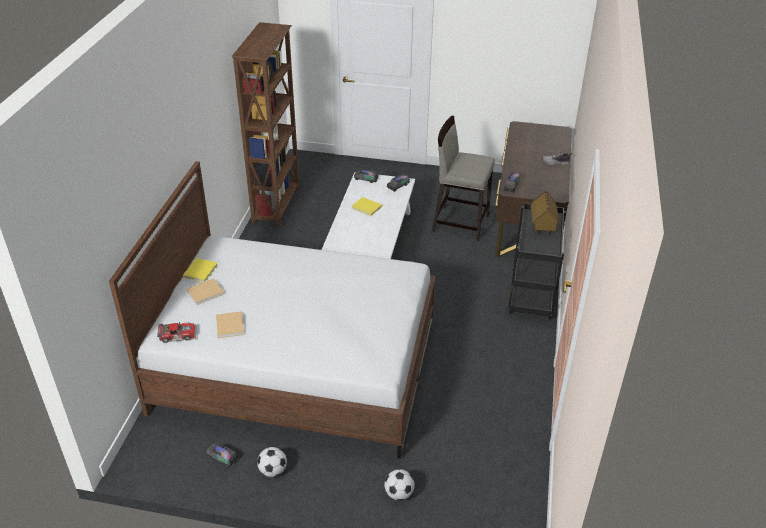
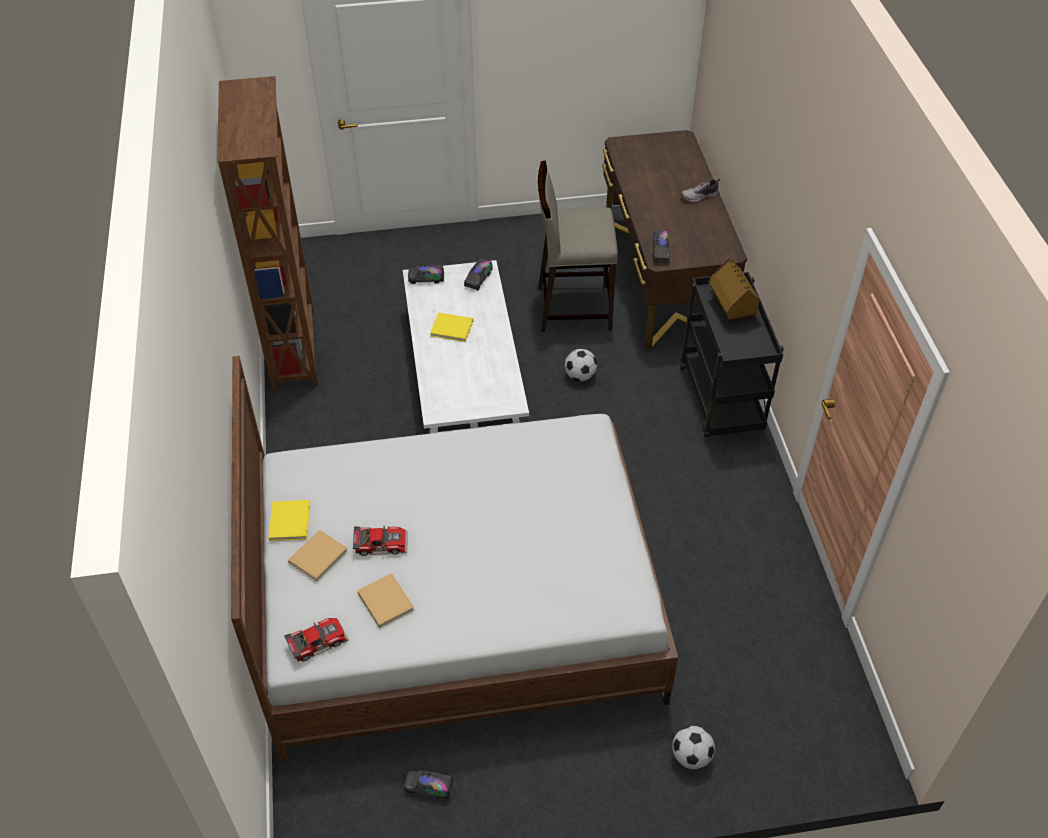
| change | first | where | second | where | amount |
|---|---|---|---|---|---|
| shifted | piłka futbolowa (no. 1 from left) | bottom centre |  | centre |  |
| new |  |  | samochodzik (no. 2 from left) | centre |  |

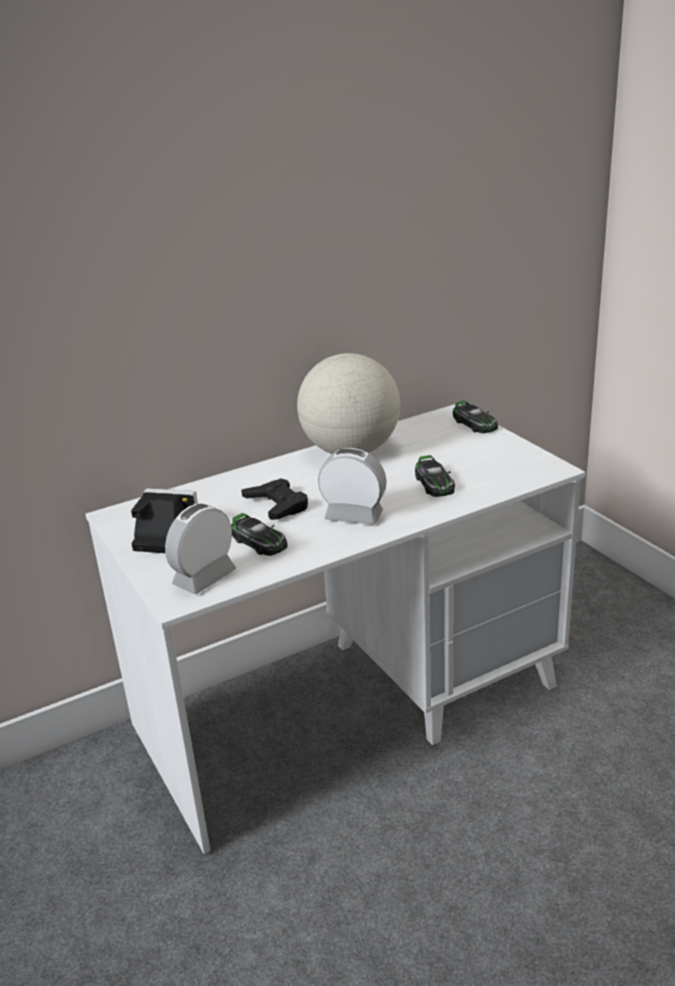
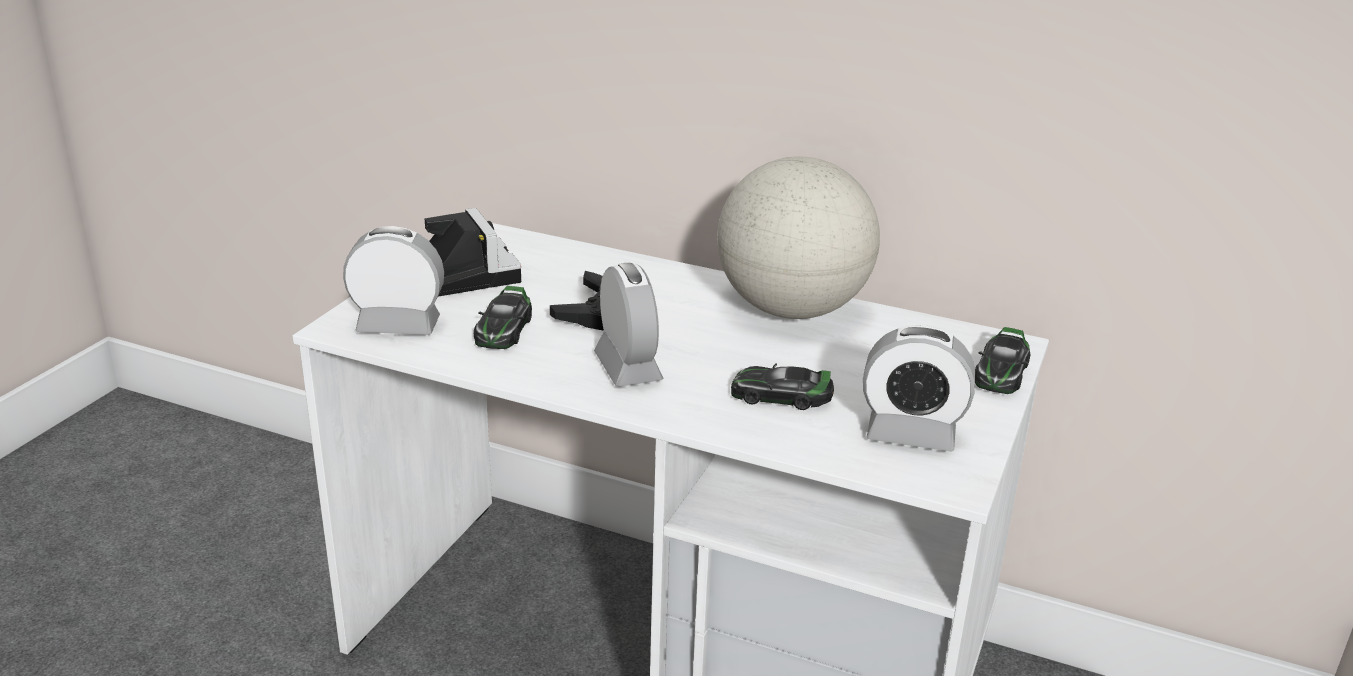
| change | first | where | second | where | amount |
|---|---|---|---|---|---|
| rotated | samochodzik (no. 2 from left) | centre |  | centre | 60 degrees clockwise |
| new |  |  | budzik (no. 3 from left) | middle right |  |

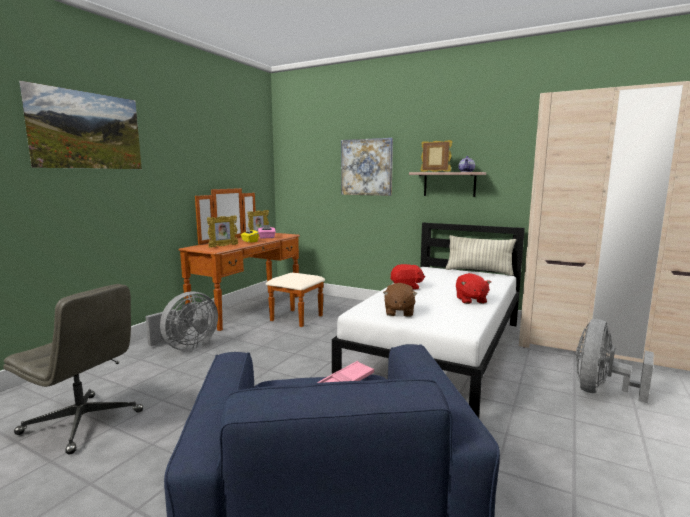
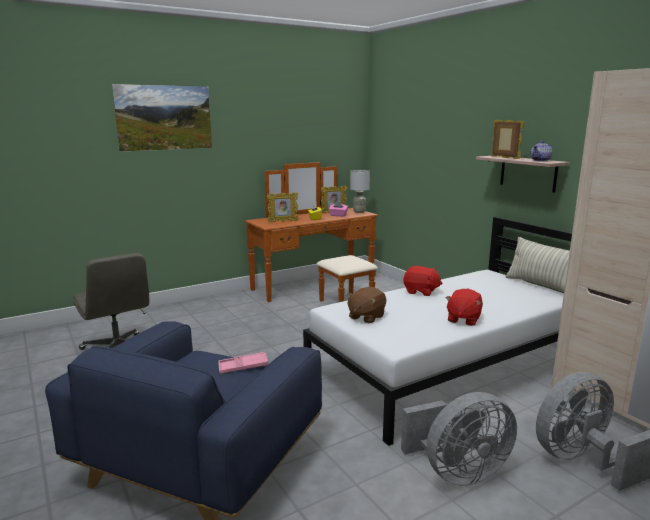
| change | first | where | second | where | amount |
|---|---|---|---|---|---|
| shifted | wentylator [szary] (no. 1 from left) | middle left |  | bottom right |  |
| gone | obraz (no. 2 from left) | top centre |  |  |  |
| new |  |  | lampa stołowa [szary] | centre |  |

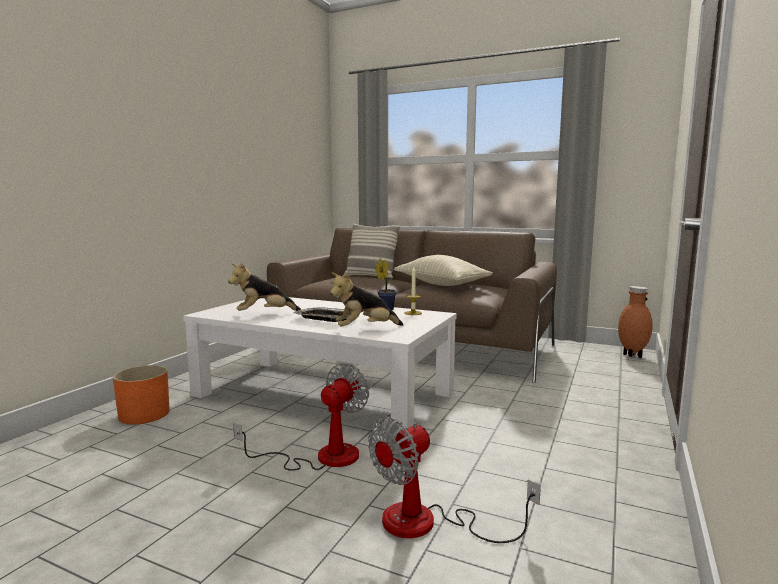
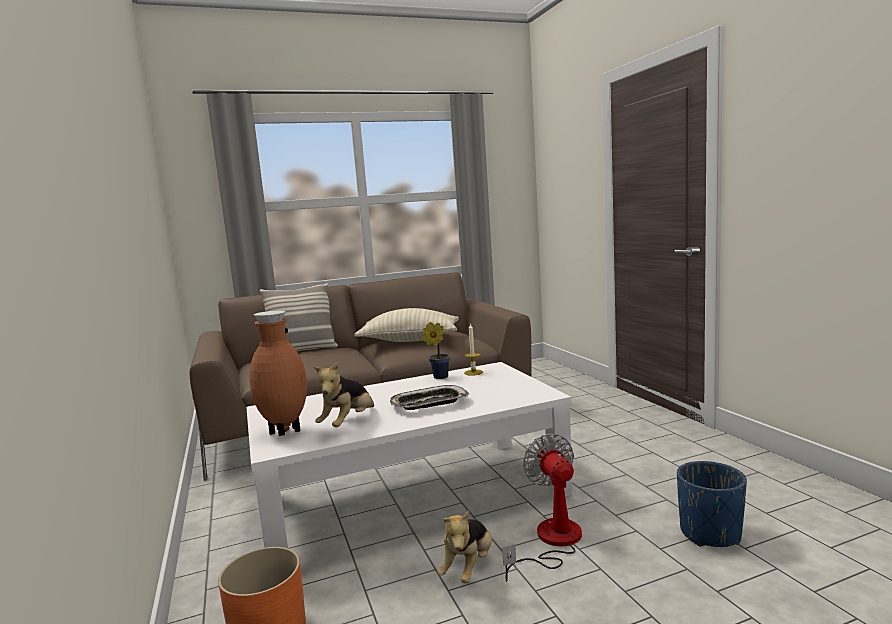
| change | first | where | second | where | amount |
|---|---|---|---|---|---|
| shifted | pluszak (no. 2 from left) | centre |  | bottom centre |  |
| swapped | wentylator (no. 2 from left) | bottom centre | donica [niebieski] | bottom right |  |
| shifted | wazon [brązowy] | middle right |  | middle left |  |

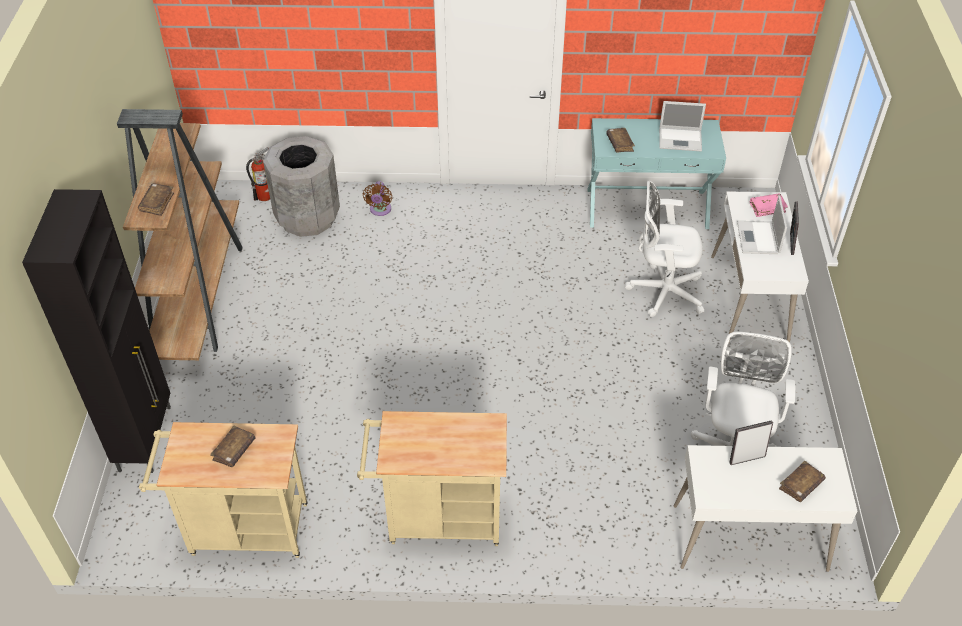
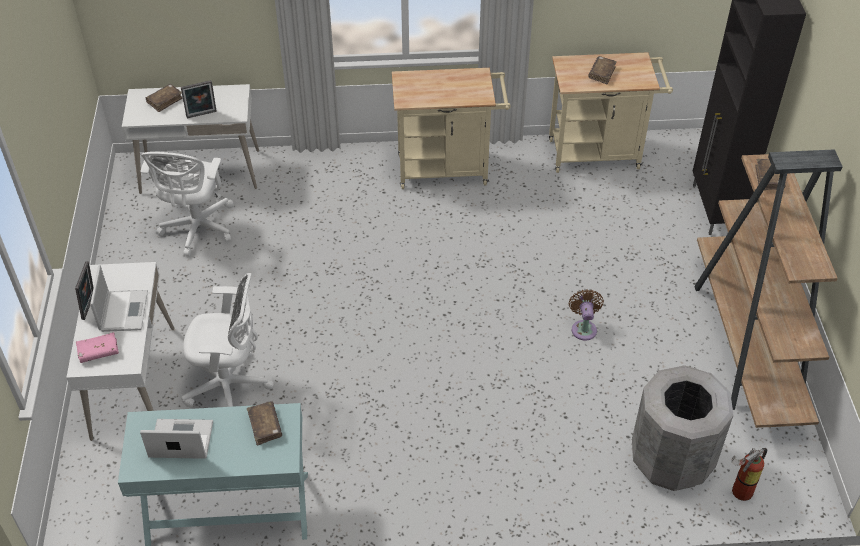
| change | first | where | second | where | amount |
|---|---|---|---|---|---|
| shifted | wentylator [brązowy] | top centre |  | middle right |  |

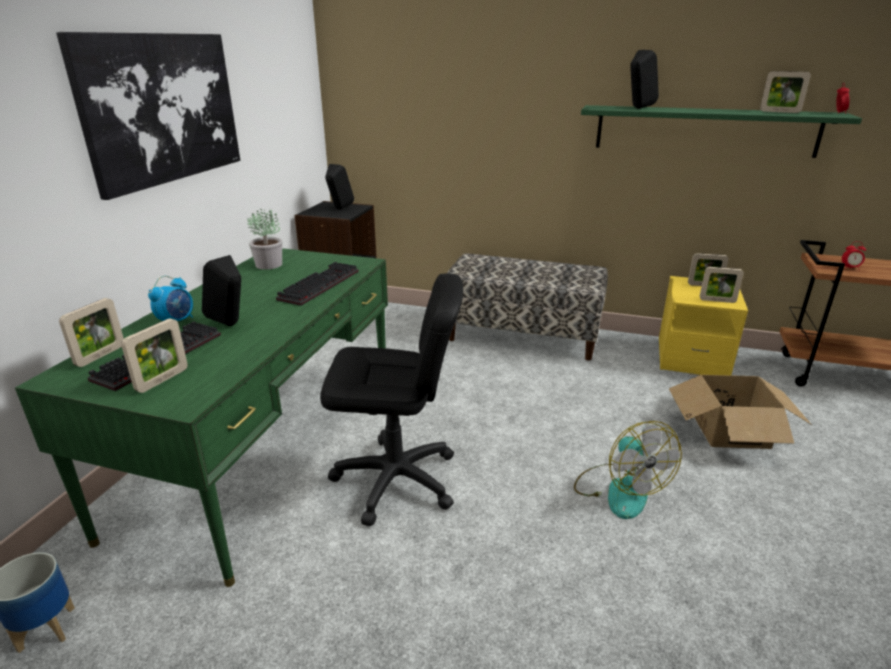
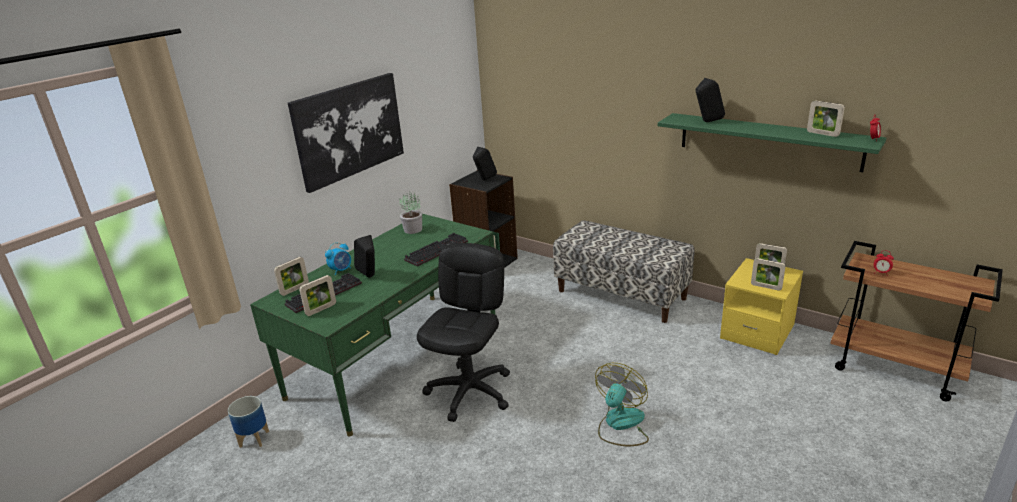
| change | first | where | second | where | amount |
|---|---|---|---|---|---|
| rotated | krzesło biurowe [czarny] | centre |  | centre | 90 degrees counterclockwise |
| rotated | wentylator | bottom right |  | bottom centre | 150 degrees counterclockwise |
| gone | karton | middle right |  |  |  |

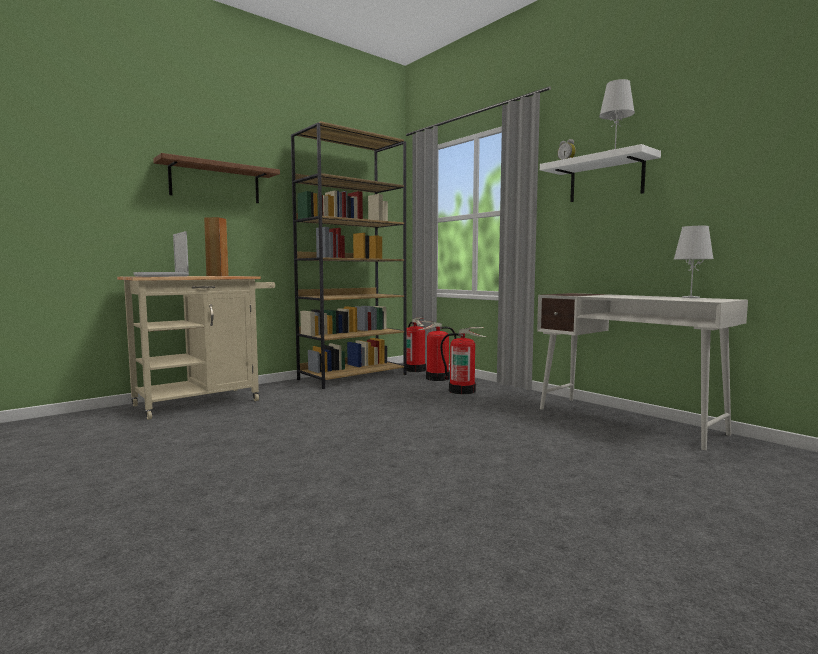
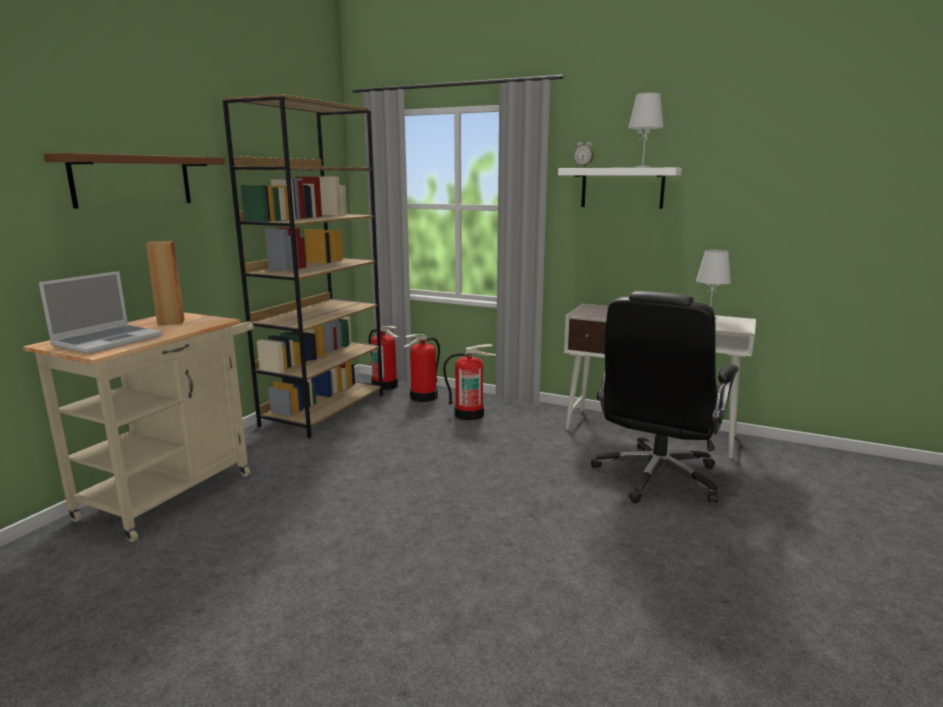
| change | first | where | second | where | amount |
|---|---|---|---|---|---|
| rotated | laptop | middle left |  | middle left | 90 degrees counterclockwise |
| new |  |  | krzesło biurowe [czarny] | middle right |  |

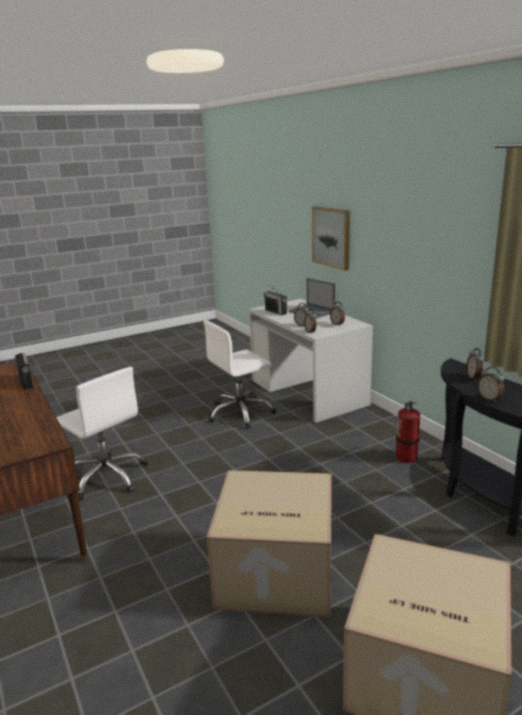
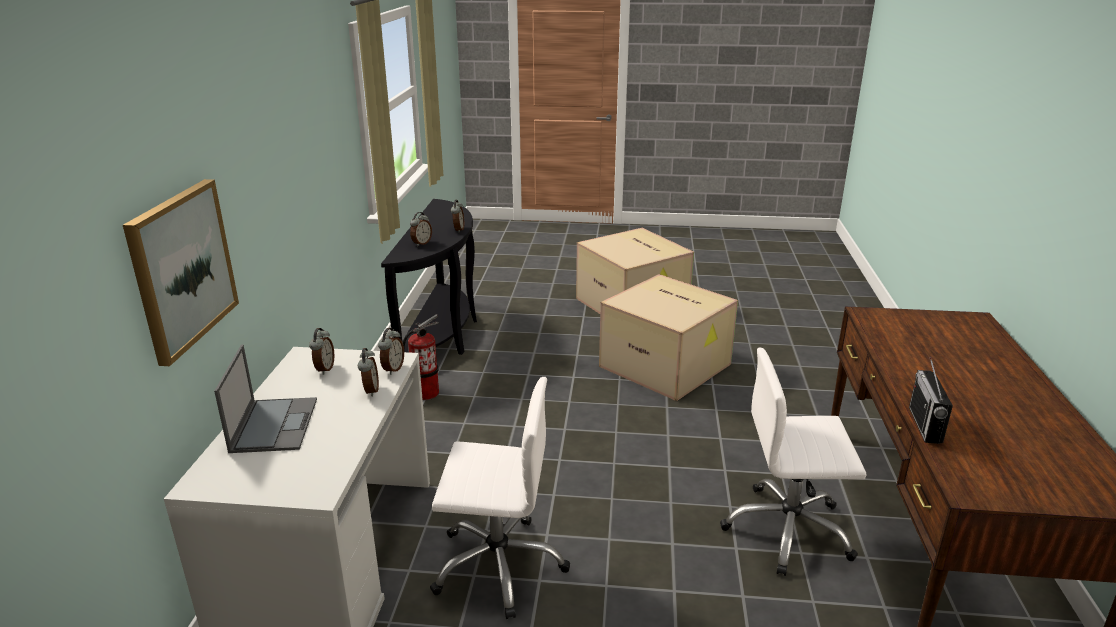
| change | first | where | second | where | amount |
|---|---|---|---|---|---|
| rotated | krzesło biurowe [biały] (no. 1 from left in the first image) | middle left | krzesło biurowe [biały] (no. 2 from left) | bottom right | 75 degrees counterclockwise |
| gone | radio (no. 2 from left) | centre |  |  |  |

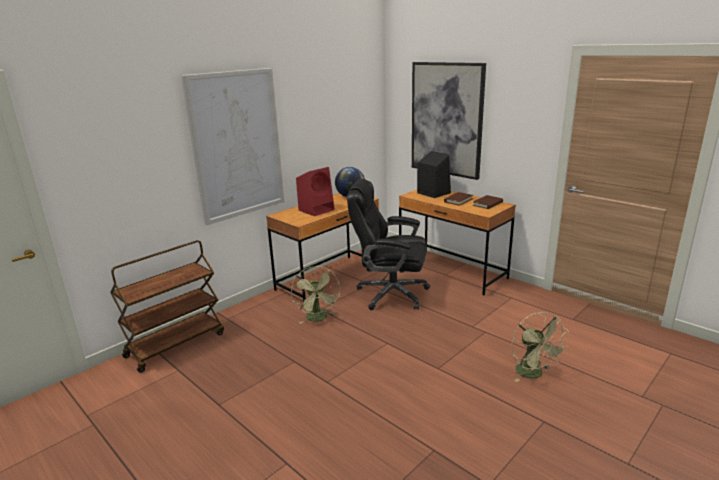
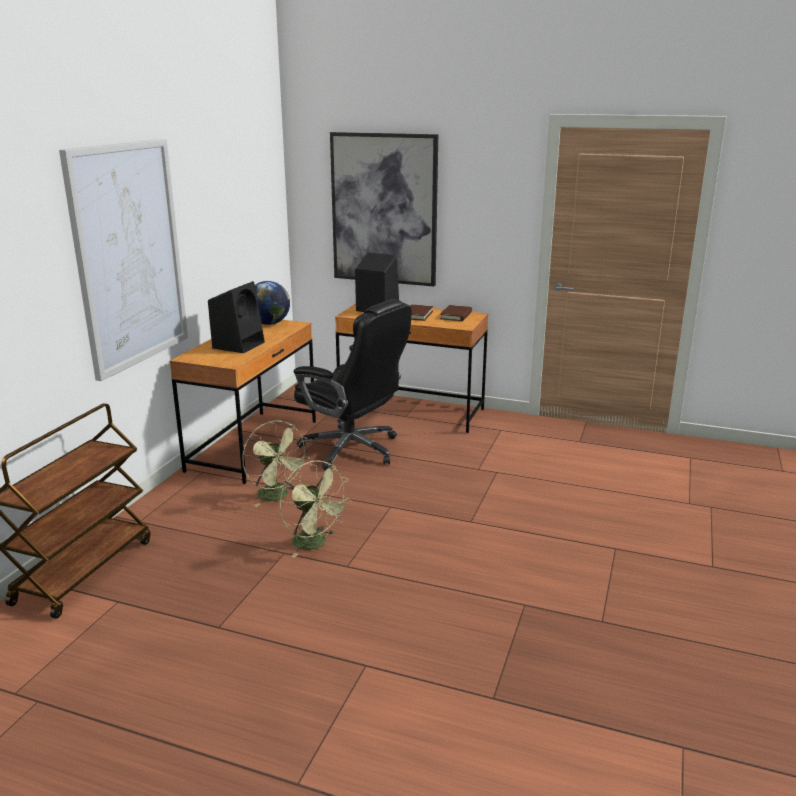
| change | first | where | second | where | amount |
|---|---|---|---|---|---|
| repainted | głośnik [czerwony] | centre | głośnik [czarny] (no. 1 from left) | middle left |  |
| rotated | krzesło biurowe [czarny] | centre |  | centre | 135 degrees counterclockwise |
| shifted | wentylator [zielony] (no. 2 from left) | bottom right |  | centre |  |

